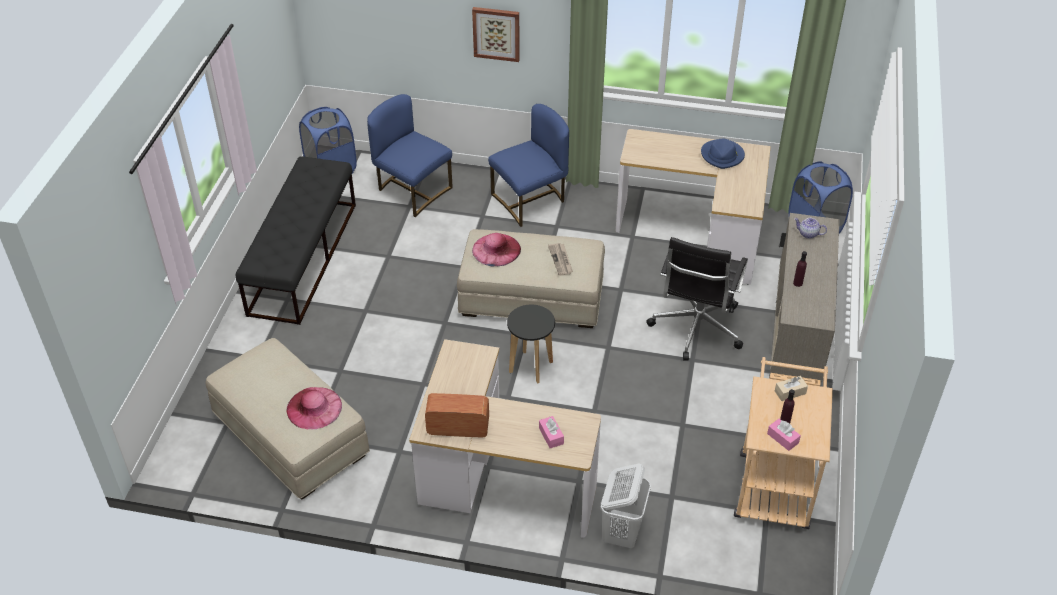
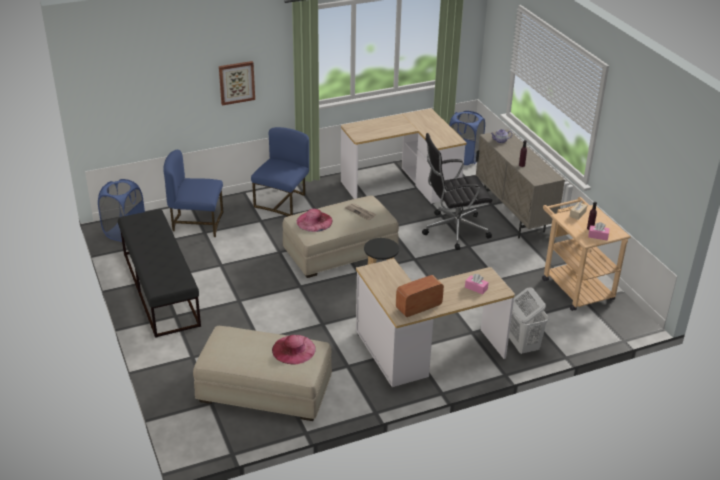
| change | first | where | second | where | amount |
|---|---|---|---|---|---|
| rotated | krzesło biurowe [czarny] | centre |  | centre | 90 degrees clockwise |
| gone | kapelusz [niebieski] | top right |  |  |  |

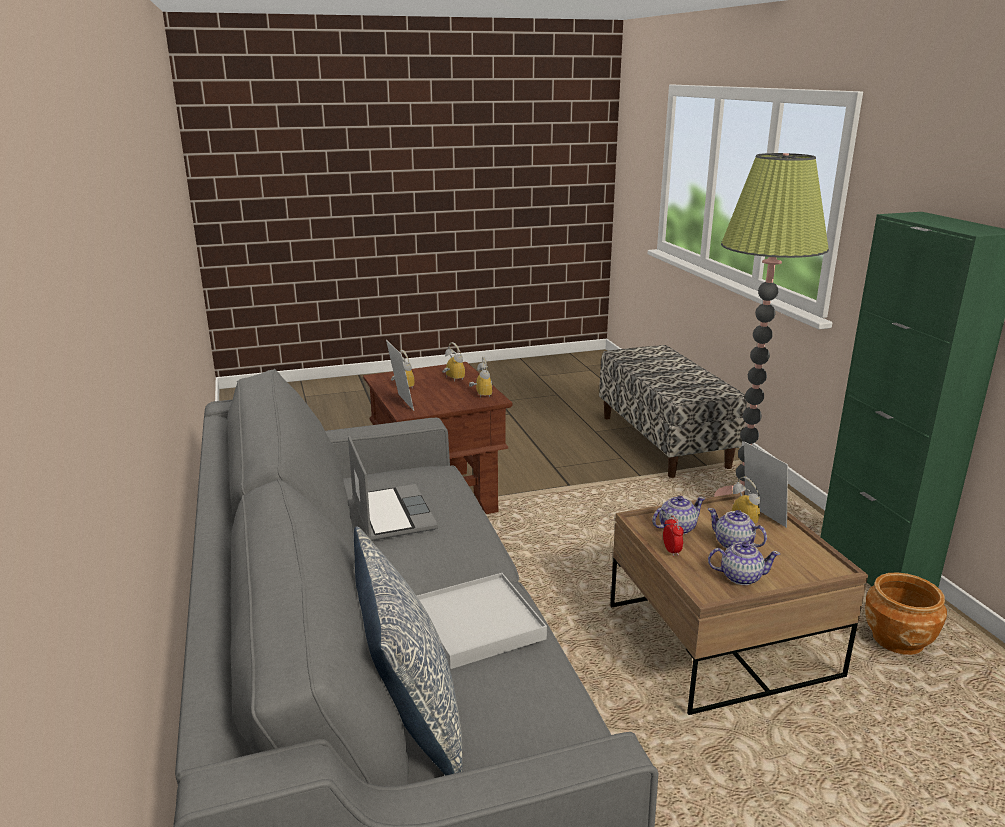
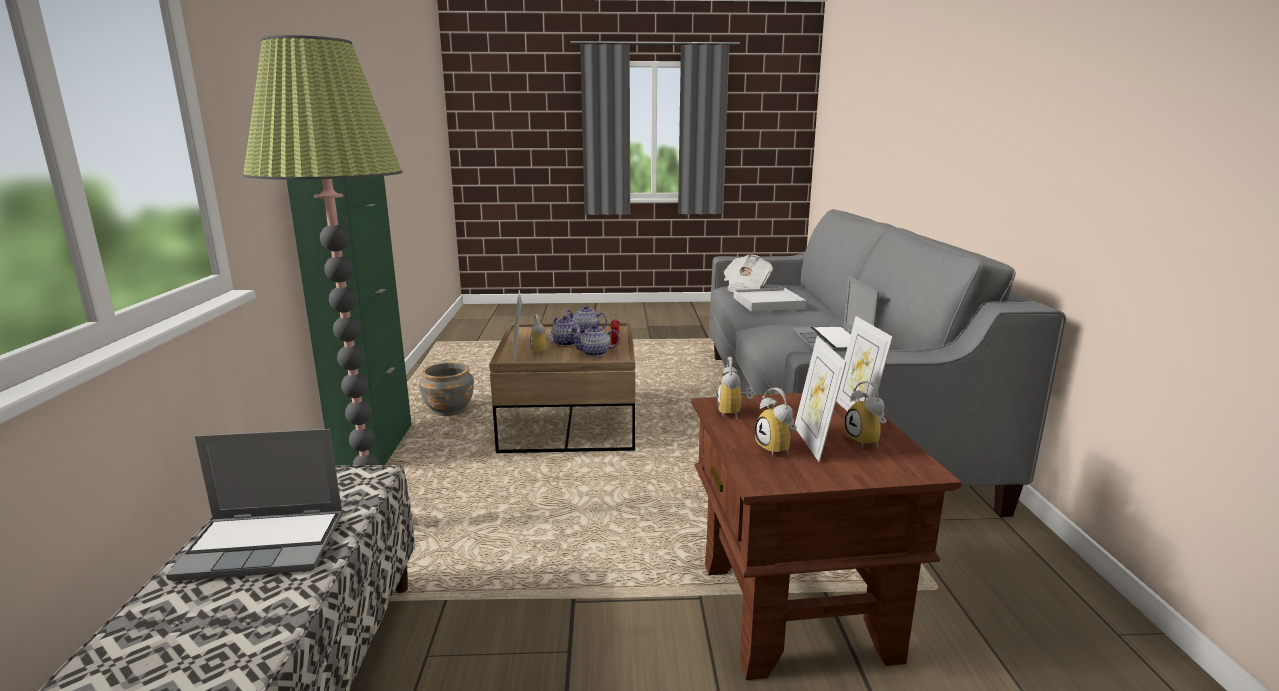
| change | first | where | second | where | amount |
|---|---|---|---|---|---|
| gone | poduszka | bottom centre |  |  |  |
| repainted | donica [brązowy] | bottom right | donica [szary] | centre |  |
| new |  |  | laptop (no. 1 from left) | bottom left |  |
| new |  |  | gazeta | centre |  |
| new |  |  | ramka na zdjęcie (no. 2 from left) | centre |  |

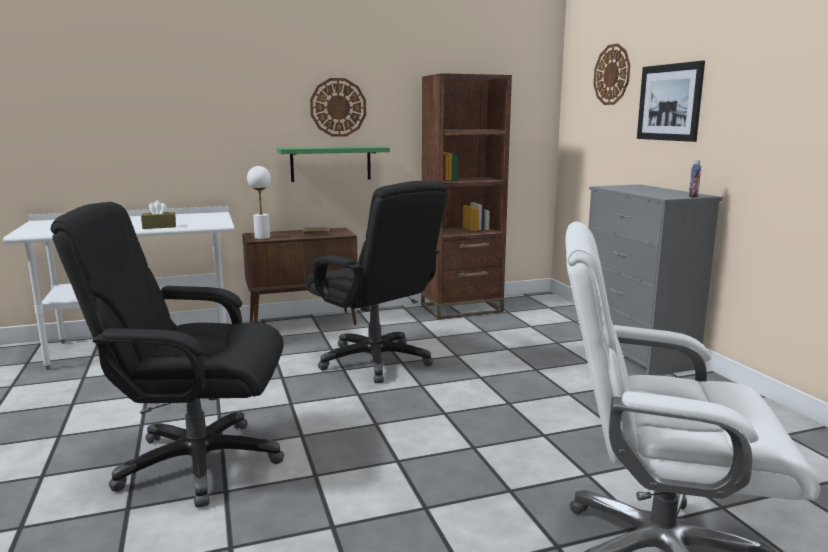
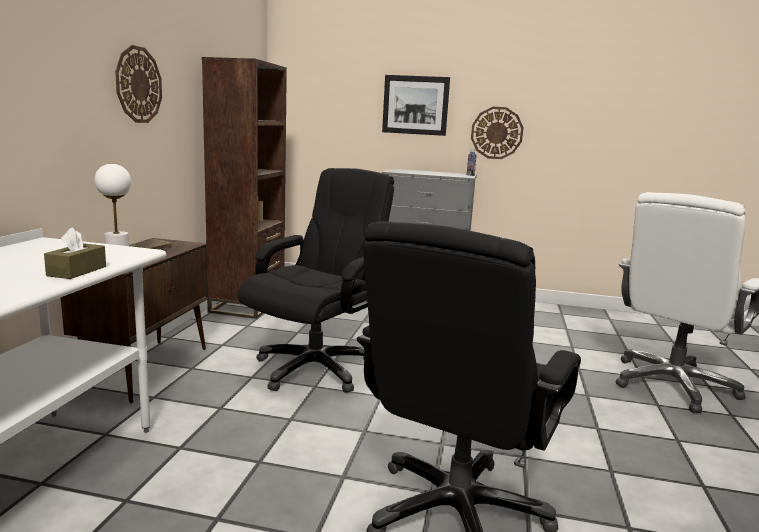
| change | first | where | second | where | amount |
|---|---|---|---|---|---|
| gone | półka [zielony] | top centre |  |  |  |
| rotated | krzesło biurowe [czarny] (no. 2 from left in the first image) | centre | krzesło biurowe [czarny] (no. 1 from left) | centre | 45 degrees counterclockwise |
| shifted | zegar ścienny (no. 2 from left) | top right |  | top centre |  |

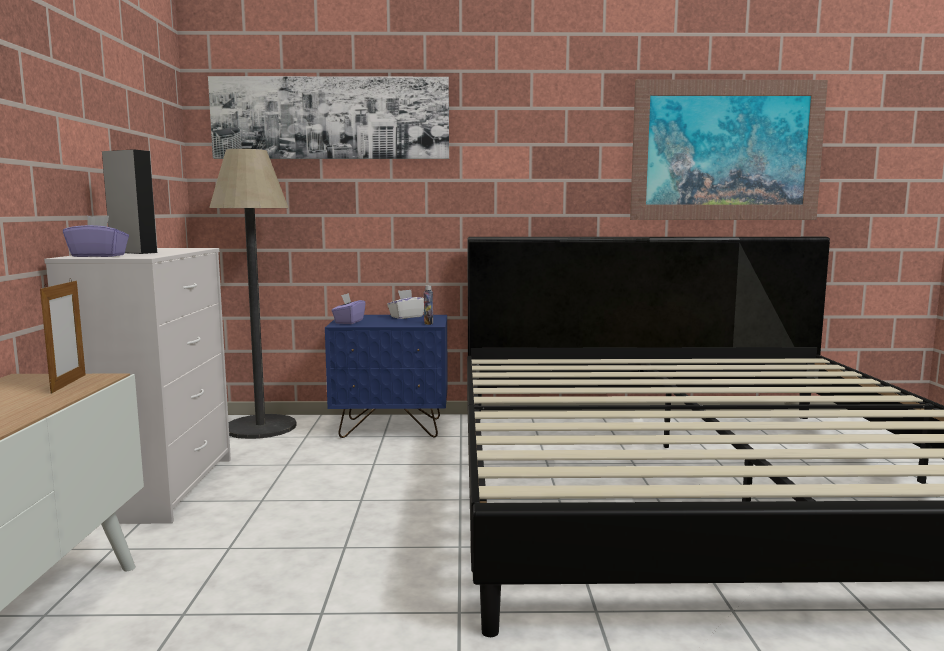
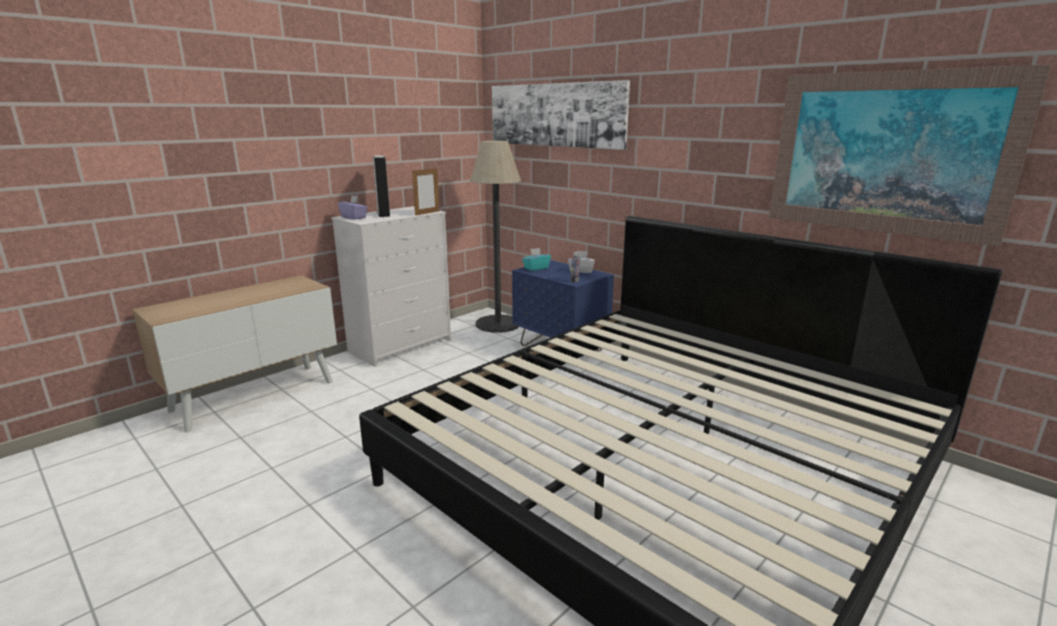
| change | first | where | second | where | amount |
|---|---|---|---|---|---|
| shifted | ramka na zdjęcie | middle left |  | top centre |  |
| repainted | pudełko chusteczek [fioletowy] (no. 2 from left) | centre | pudełko chusteczek [turkusowy] | centre |  |

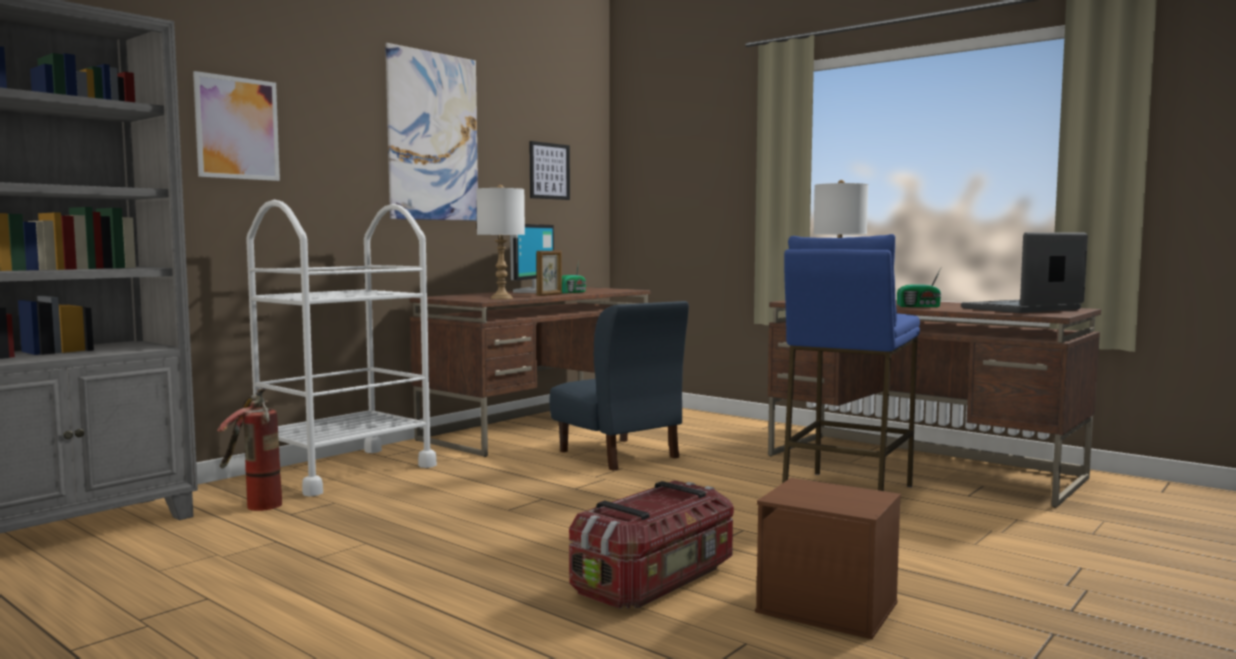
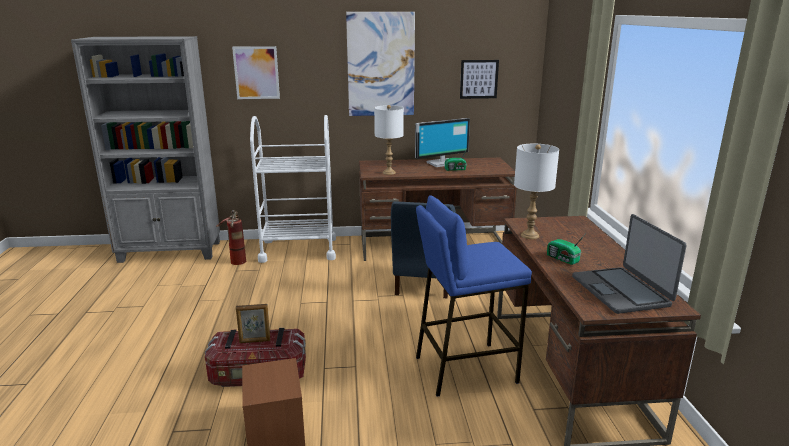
| change | first | where | second | where | amount |
|---|---|---|---|---|---|
| shifted | ramka na zdjęcie | centre |  | bottom left |  |
| rotated | laptop | middle right |  | middle right | 120 degrees counterclockwise |

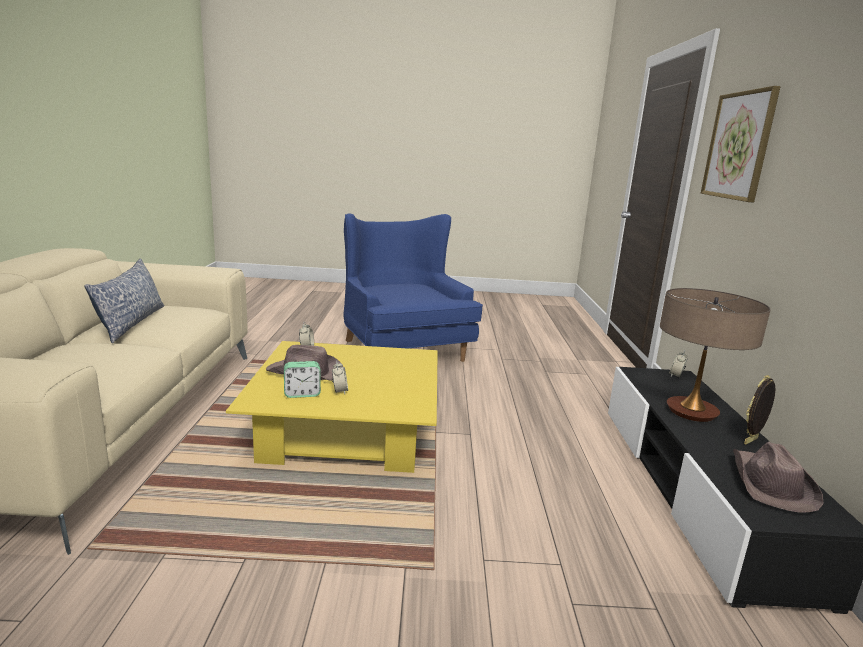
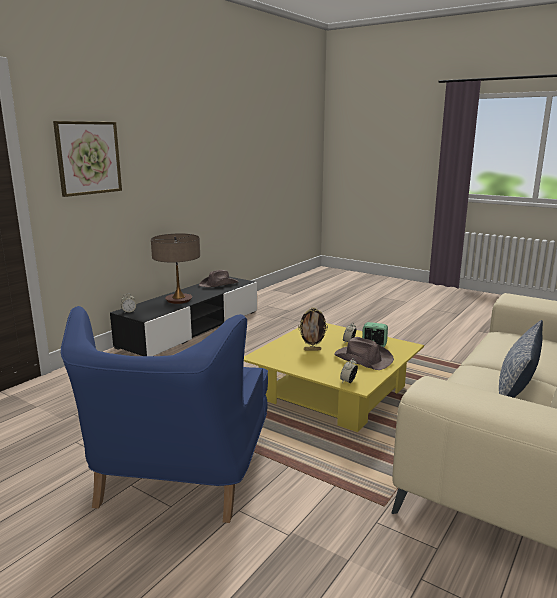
| change | first | where | second | where | amount |
|---|---|---|---|---|---|
| shifted | ramka na zdjęcie | middle right |  | centre |  |

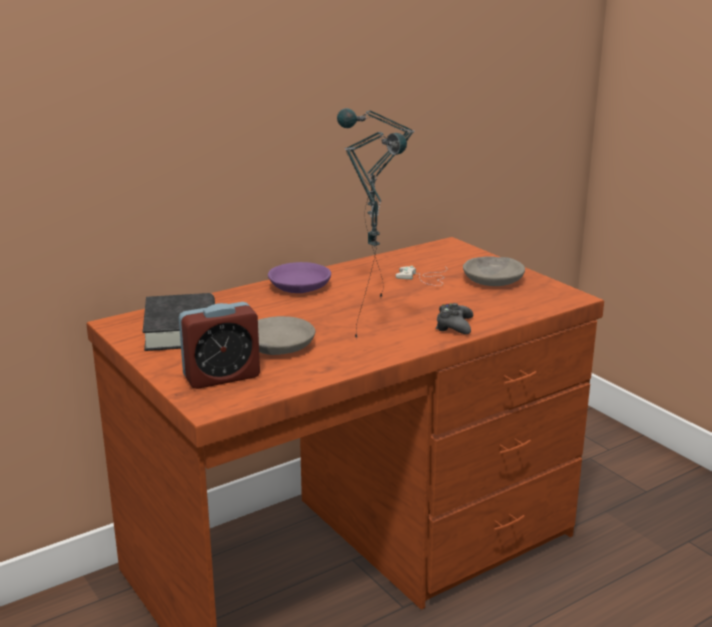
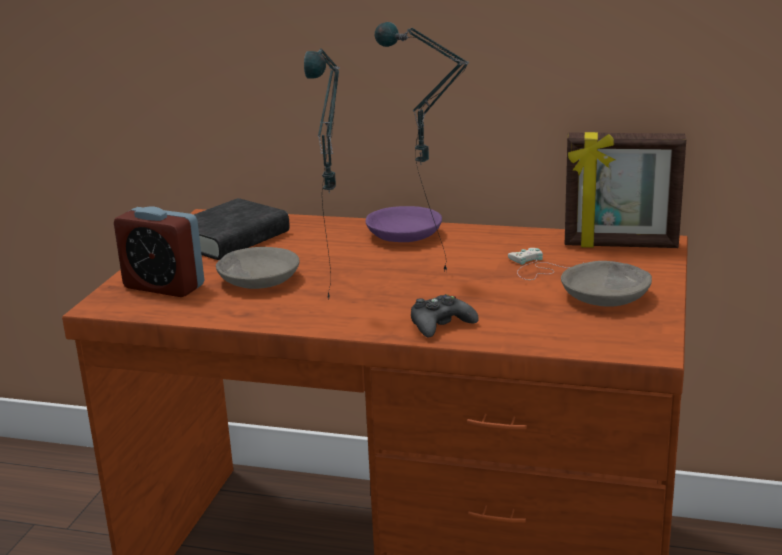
| change | first | where | second | where | amount |
|---|---|---|---|---|---|
| new |  |  | ramka na zdjęcie | middle right |  |

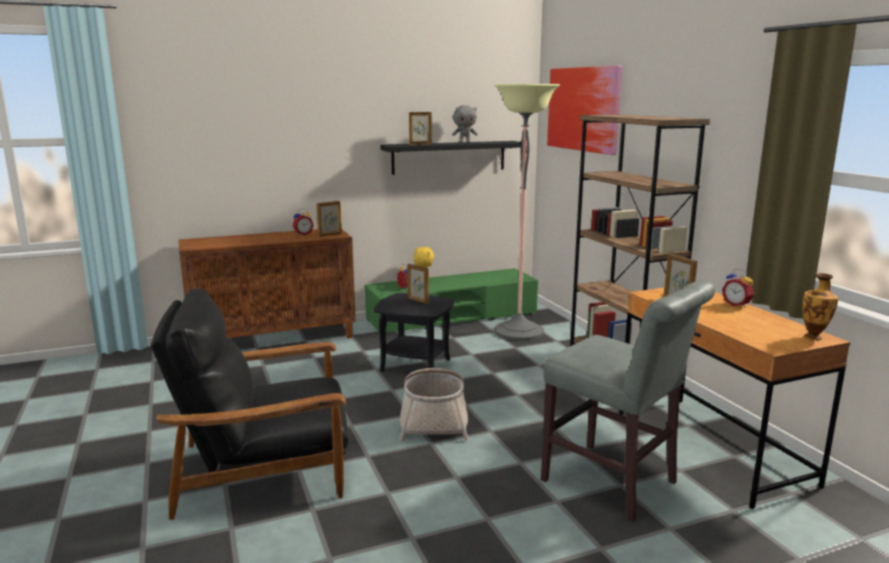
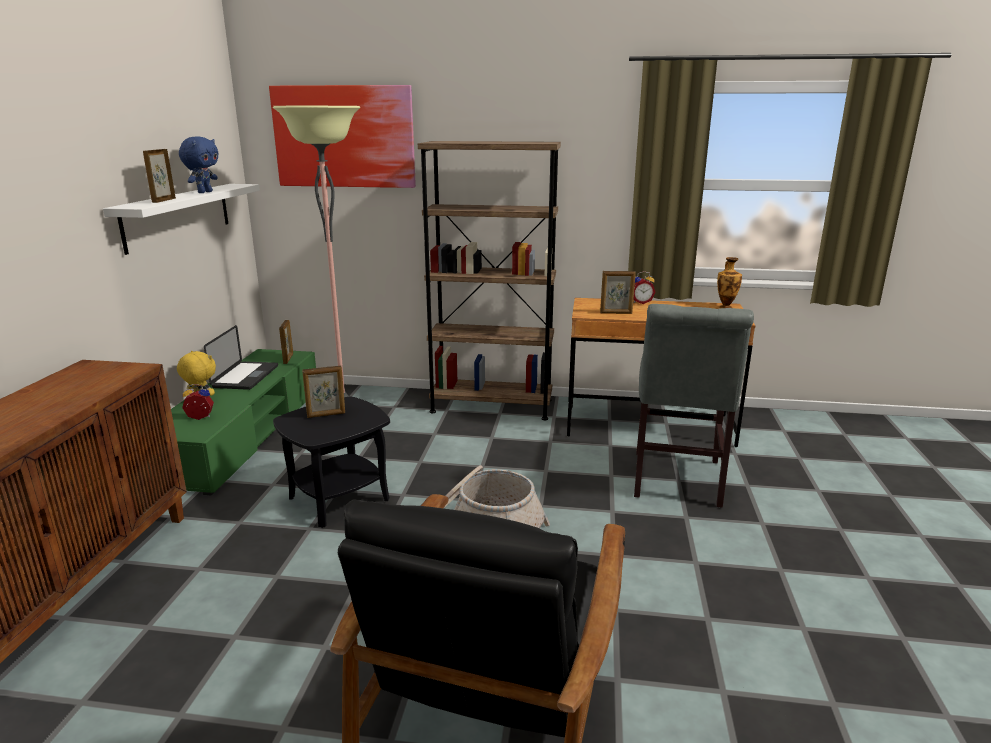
| change | first | where | second | where | amount |
|---|---|---|---|---|---|
| gone | budzik (no. 1 from left) | centre |  |  |  |
| shifted | ramka na zdjęcie (no. 1 from left in the first image) | centre | ramka na zdjęcie (no. 2 from left) | middle left |  |
| repainted | półka [czarny] | top centre | półka [biały] | top left |  |
| repainted | pluszak [szary] | top centre | pluszak [niebieski] | top left |  |
| rotated | krzesło [szary] | bottom right |  | middle right | 120 degrees clockwise |
| new |  |  | laptop | middle left |  |

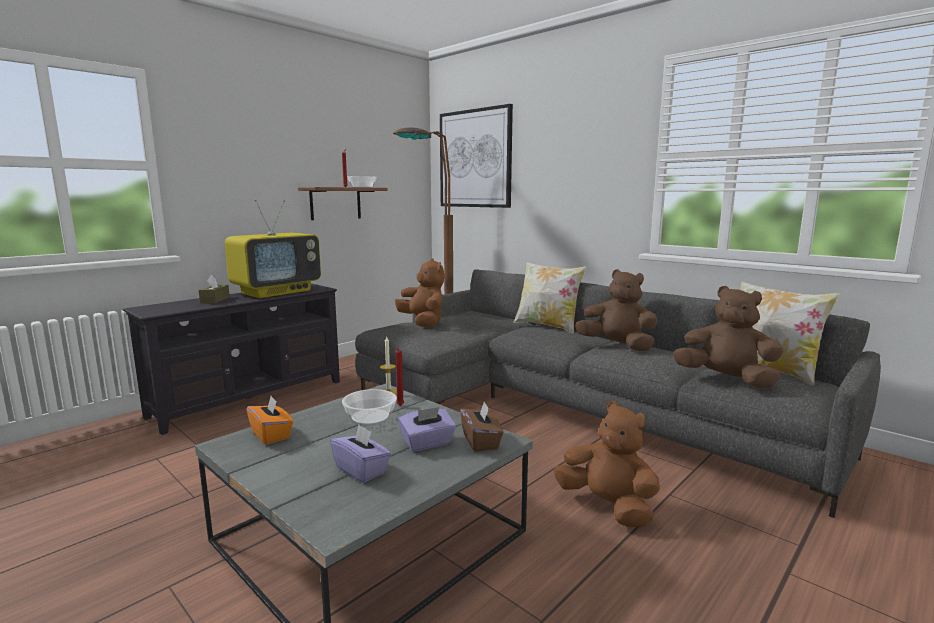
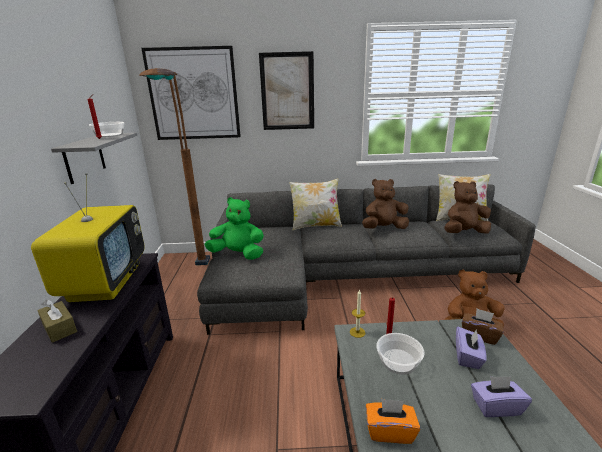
| change | first | where | second | where | amount |
|---|---|---|---|---|---|
| repainted | półka [brązowy] | top centre | półka [szary] | middle left |  |
| repainted | pluszak [brązowy] (no. 1 from left) | centre | pluszak [zielony] | centre |  |
| new |  |  | obraz (no. 2 from left) | top centre |  |

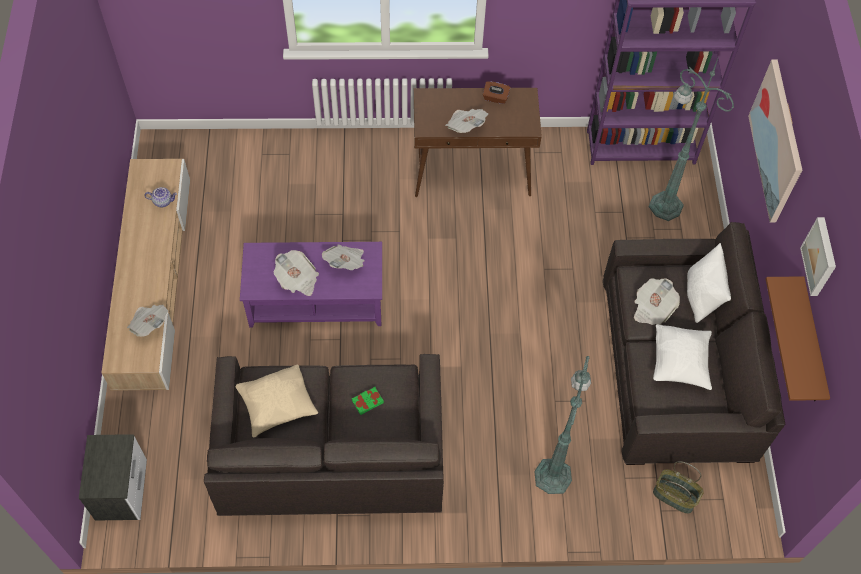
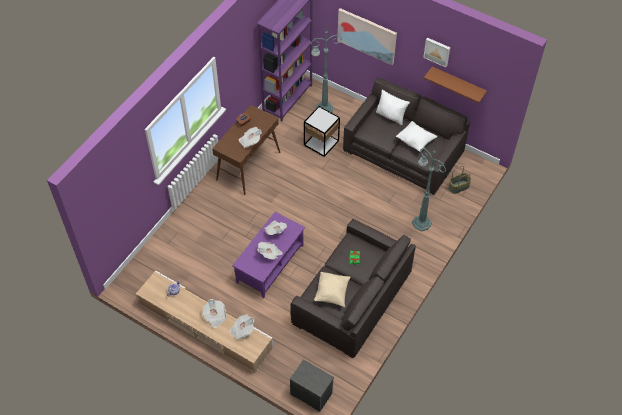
| change | first | where | second | where | amount |
|---|---|---|---|---|---|
| shifted | gazeta (no. 5 from left in the first image) | middle right | gazeta (no. 1 from left) | bottom centre |  |
| new |  |  | stolik | top centre |  |

